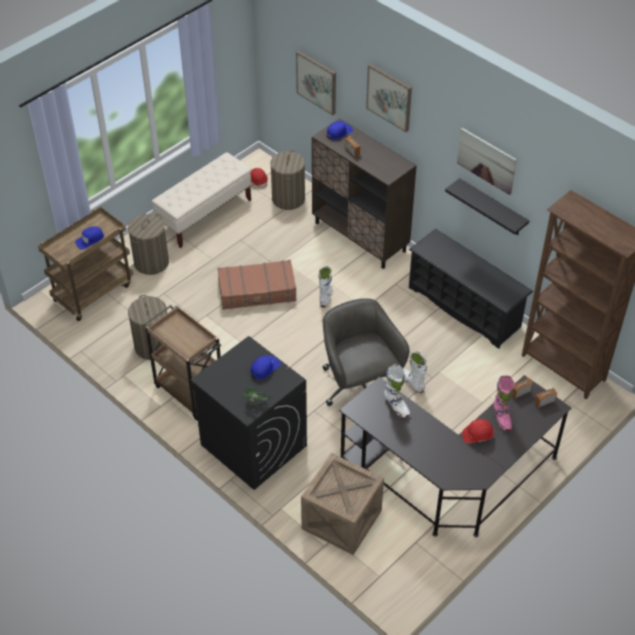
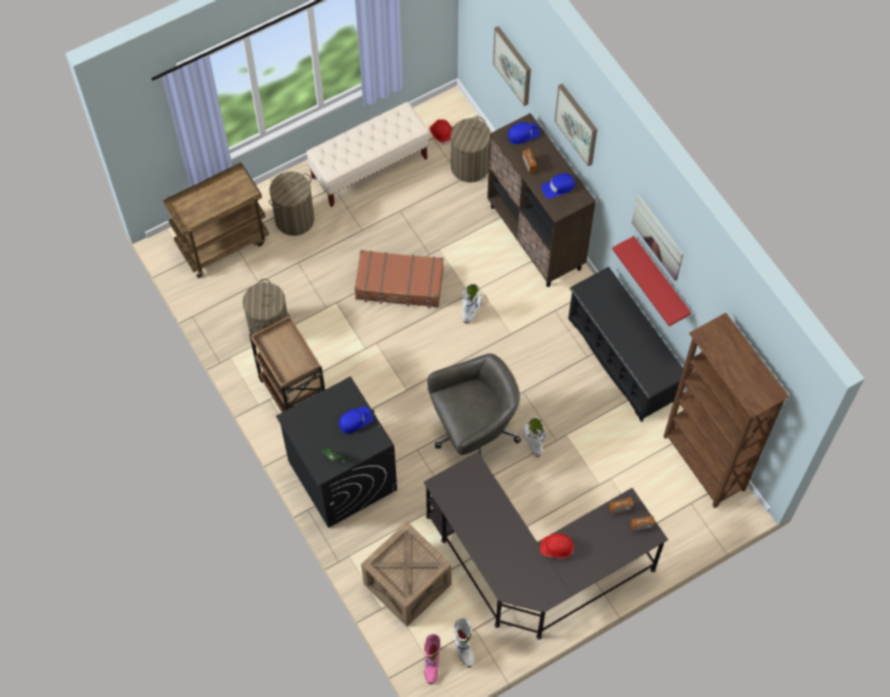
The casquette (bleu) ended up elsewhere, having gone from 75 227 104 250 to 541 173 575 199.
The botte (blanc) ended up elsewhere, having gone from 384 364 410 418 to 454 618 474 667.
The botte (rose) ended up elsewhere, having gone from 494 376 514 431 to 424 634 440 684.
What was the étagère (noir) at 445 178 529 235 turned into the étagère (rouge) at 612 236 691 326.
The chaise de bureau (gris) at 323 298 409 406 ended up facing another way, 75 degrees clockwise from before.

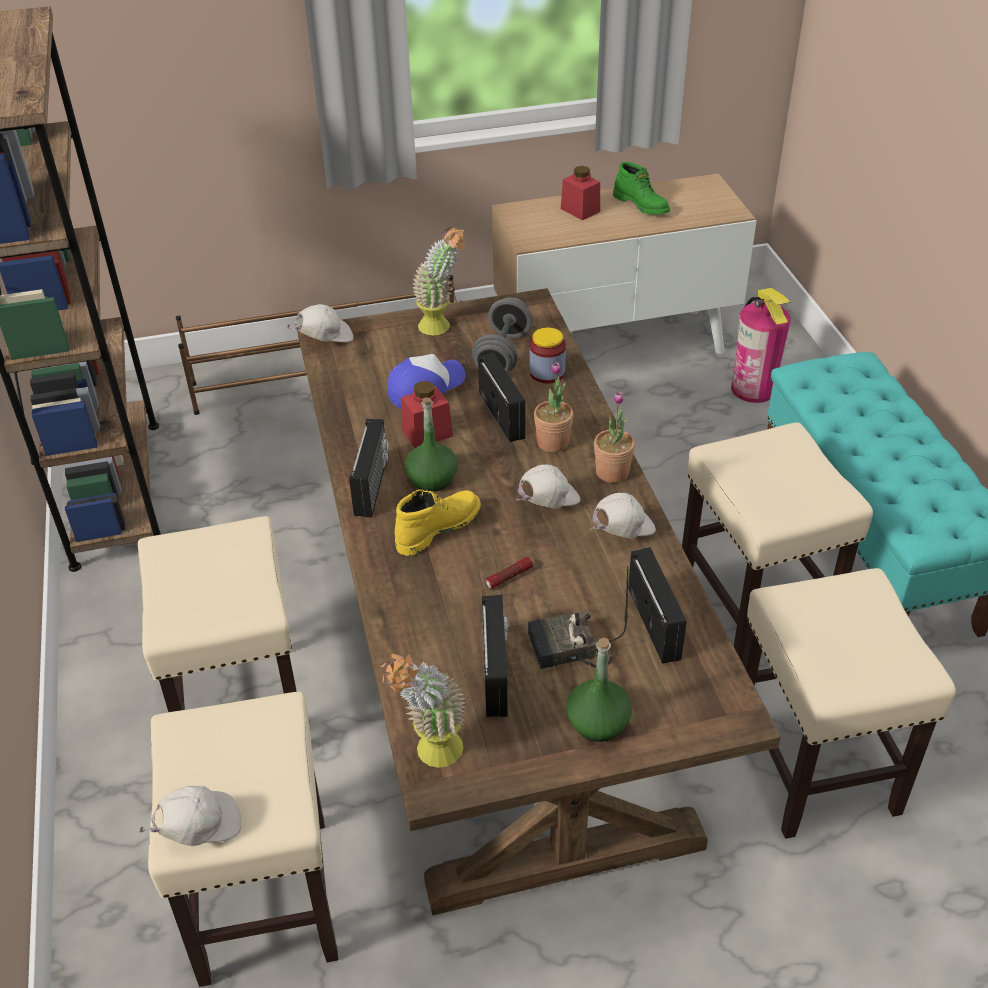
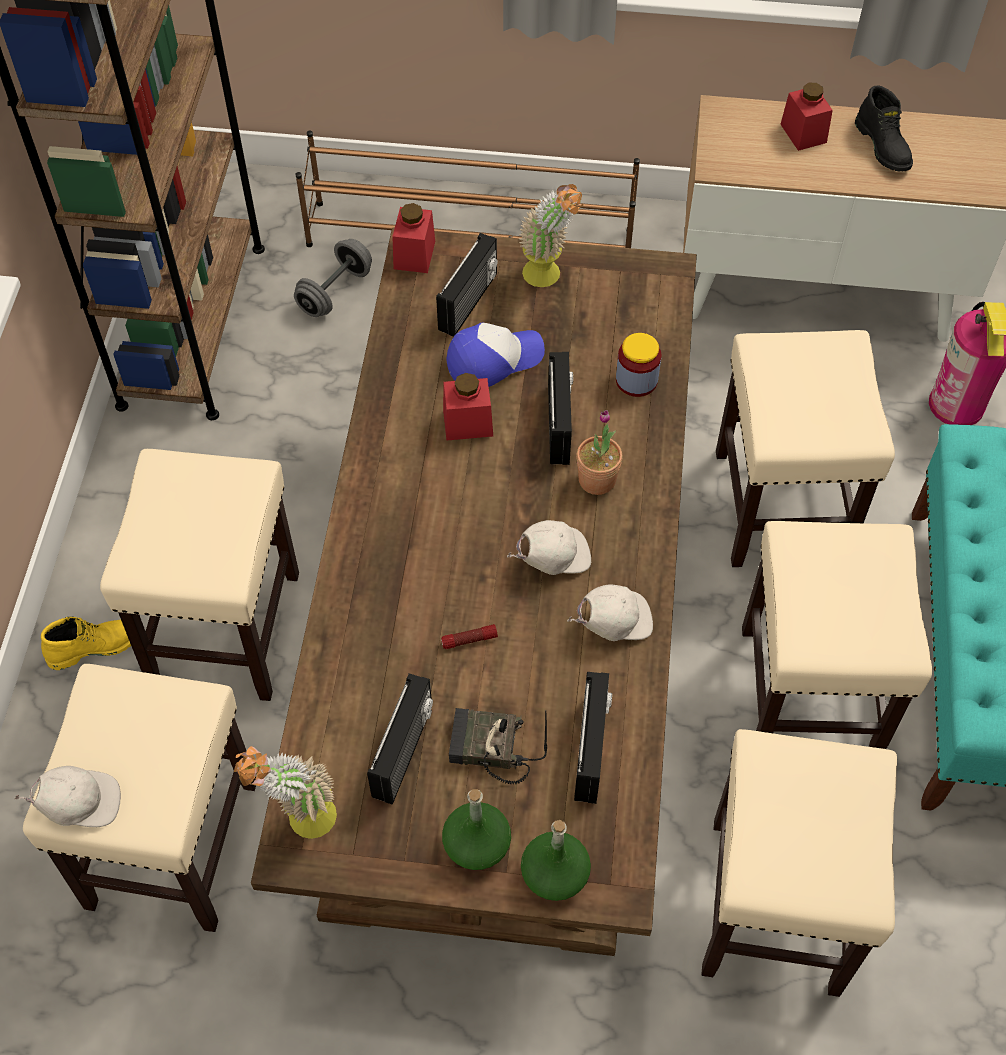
The second view lost the plante en pot at 594 392 635 483.
The second view gained the tabouret (beige) at 716 330 895 567.
The radio ended up elsewhere, having gone from 349 419 389 517 to 436 233 498 337.
The botte (jaune) ended up elsewhere, having gone from 395 489 481 556 to 41 617 131 670.
The bouteille (vert) ended up elsewhere, having gone from 405 397 458 492 to 521 820 591 901.
The haltère (gris) ended up elsewhere, having gone from 472 297 532 373 to 294 239 372 317.
Where the casquette (blanc) stood at 287 304 354 342, the bocal (rouge) came to stand at 392 203 435 273.
What was the botte (vert) at 613 162 670 215 turned into the botte (noir) at 855 85 913 172.

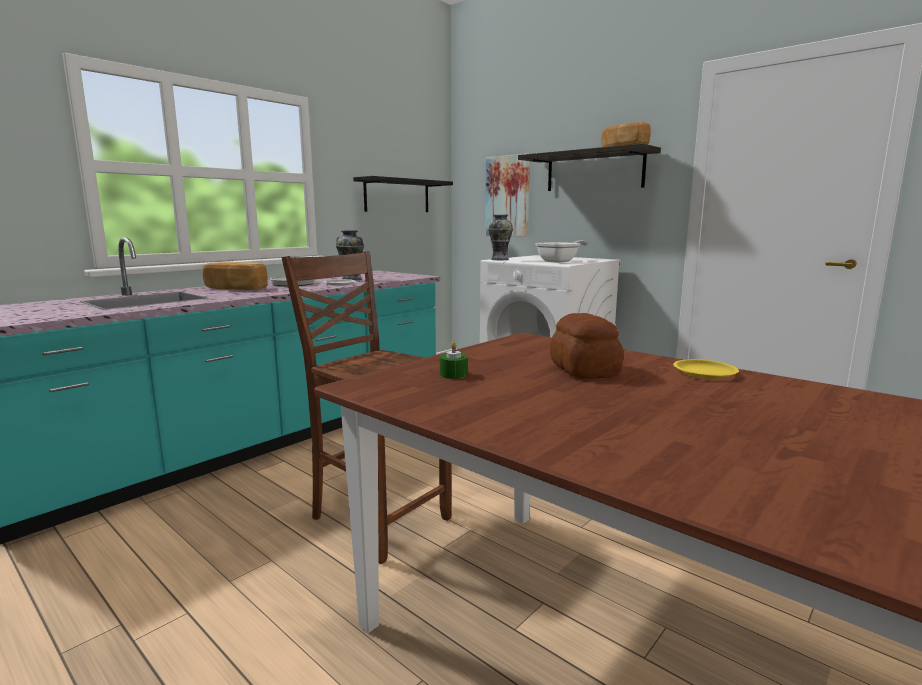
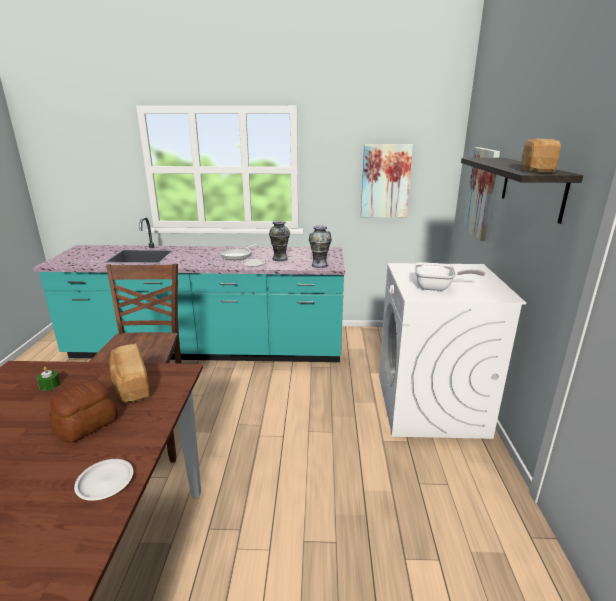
The pain ended up elsewhere, having gone from 203 262 268 290 to 110 343 150 403.
The vase ended up elsewhere, having gone from 488 214 513 260 to 309 226 332 268.
Where the étagère (noir) hung at 353 176 453 212, the tableau came to hang at 361 144 413 218.
What was the assiette (jaune) at 673 359 739 379 turned into the assiette (blanc) at 74 459 133 501.

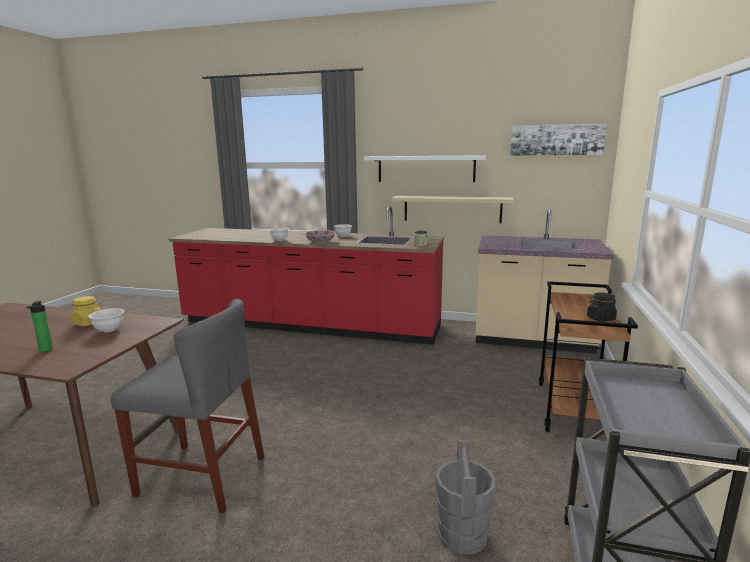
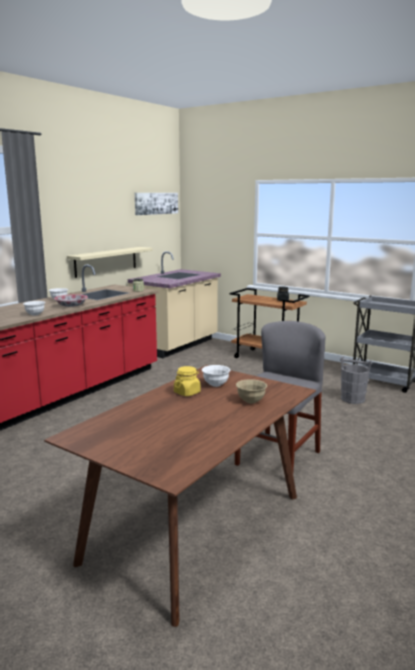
The second view lost the étagère (blanc) at 364 155 486 182.
Where the bouteille stood at 27 301 53 352, the bol (beige) came to stand at 236 379 267 403.

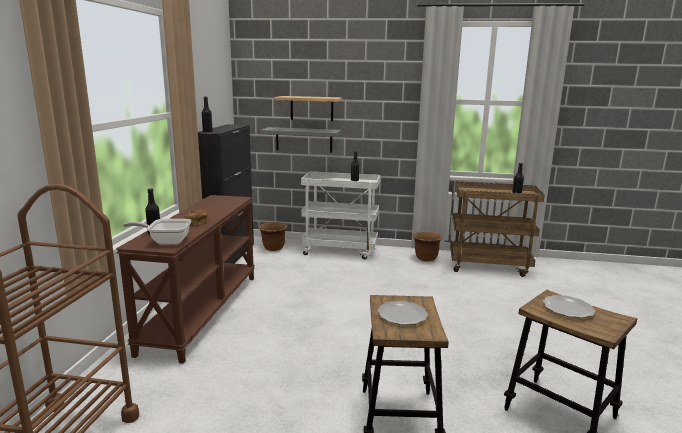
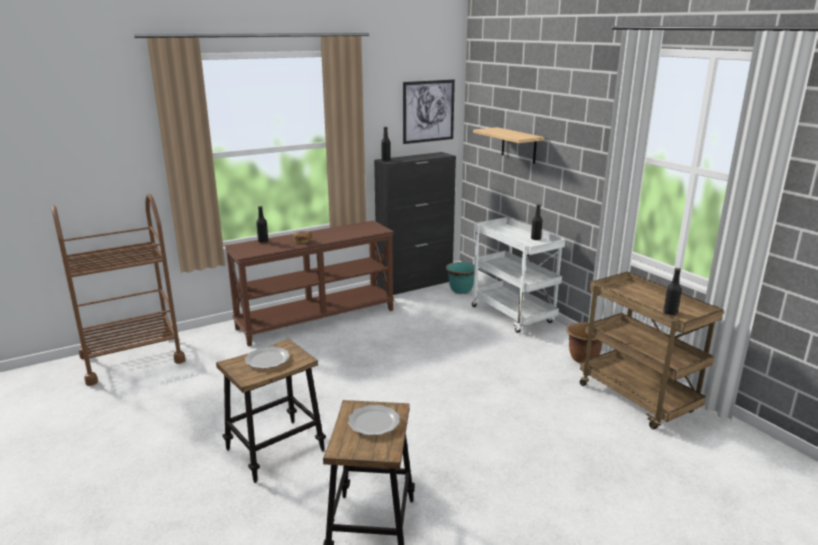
The second view lost the poêle at 123 219 191 245.
The second view lost the étagère (gris) at 260 127 341 153.
The second view gained the tableau at 403 79 455 144.
What was the cache-pot (marron) at 259 222 288 251 turned into the cache-pot (turquoise) at 446 262 475 294.

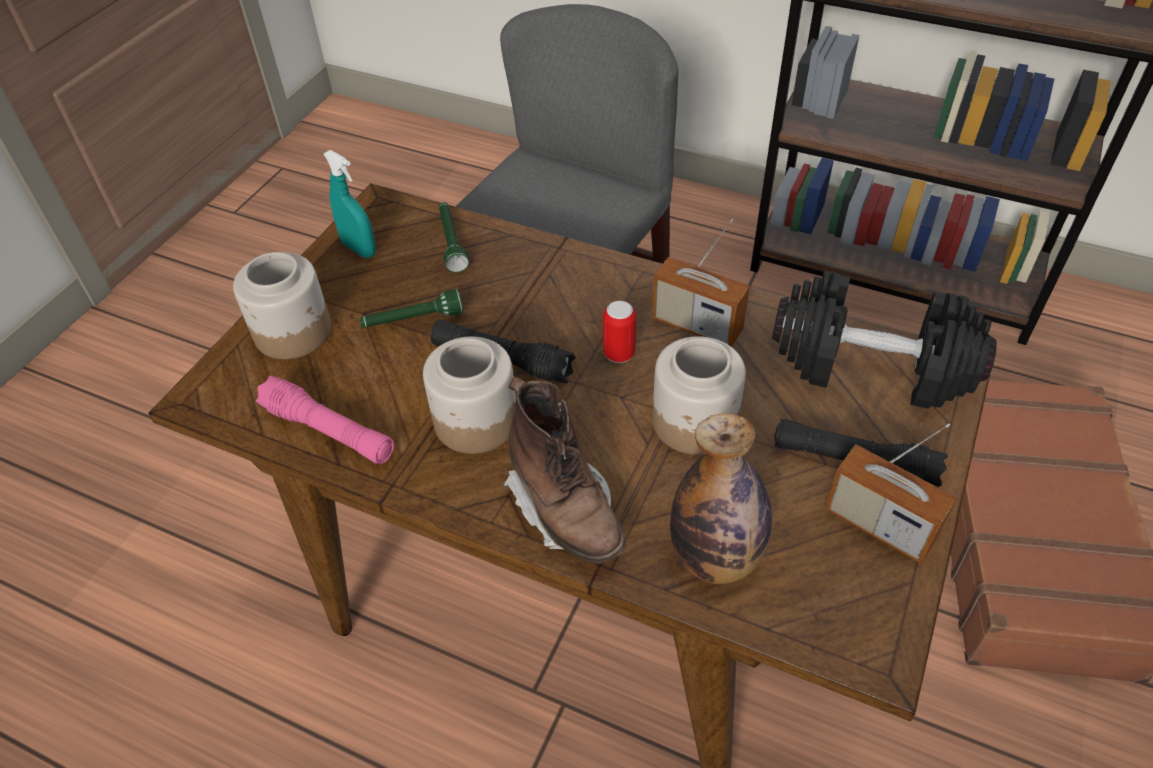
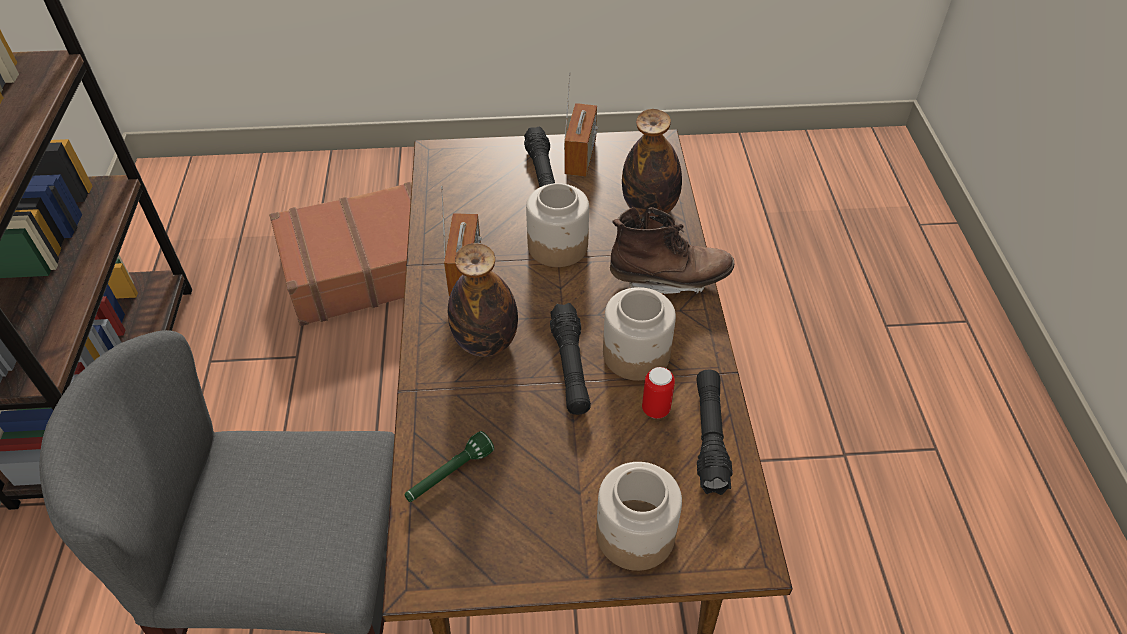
The second view lost the vaporisateur (turquoise) at 323 150 376 258.
The second view lost the lampe de poche (vert) at 360 289 463 328.
The second view lost the haltère (noir) at 772 271 997 409.
The second view gained the bouteille at 448 243 518 357.
The boîte métallique ended up elsewhere, having gone from 603 301 636 363 to 642 367 675 419.
What was the lampe de poche (rose) at 256 376 394 464 turned into the lampe de poche (noir) at 696 370 733 495.
The botte (marron) at 503 377 626 563 ended up facing another way, 60 degrees clockwise from before.

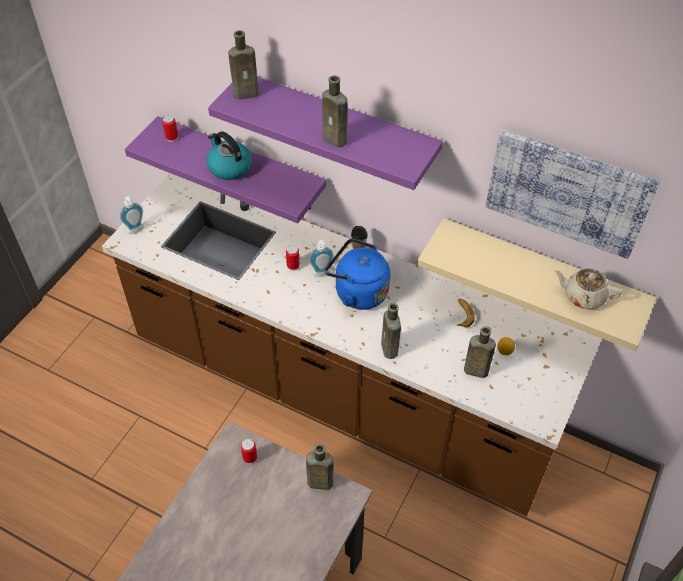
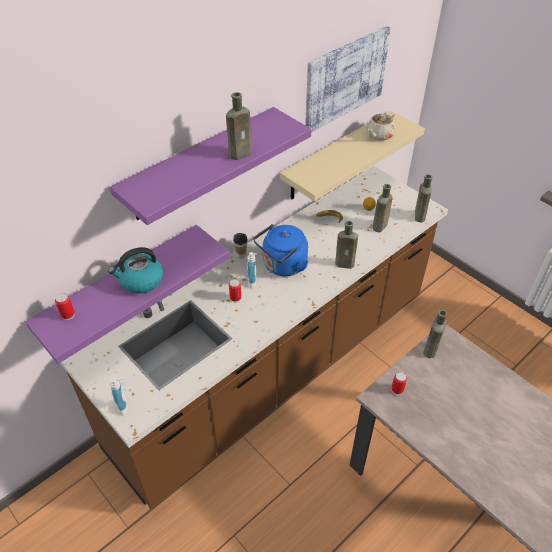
The bouteille (marron) ended up elsewhere, having gone from 228 30 259 99 to 415 174 433 222.

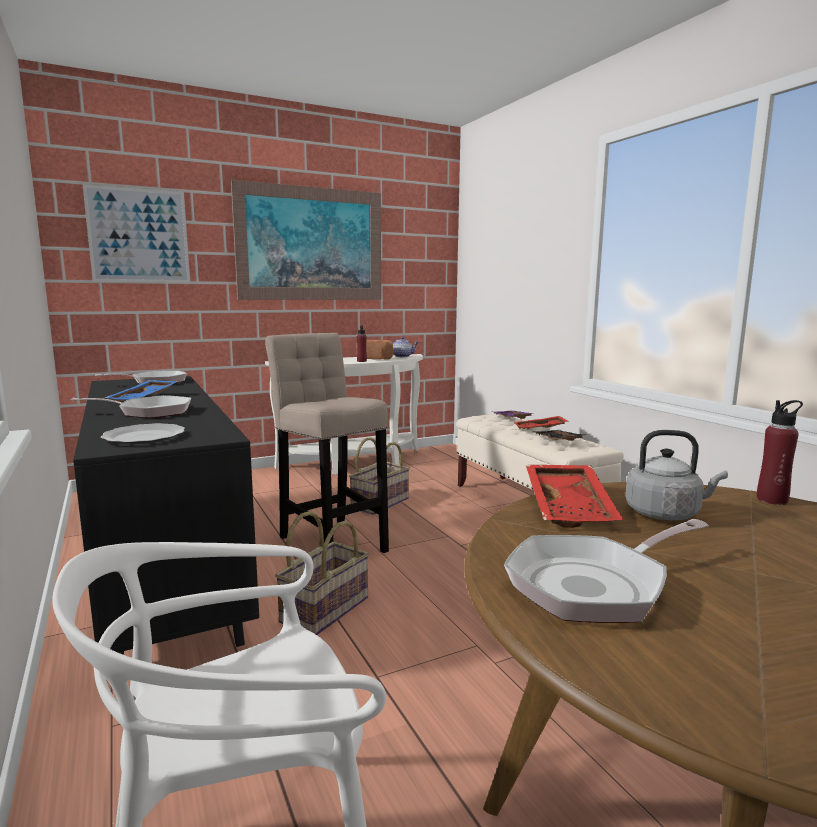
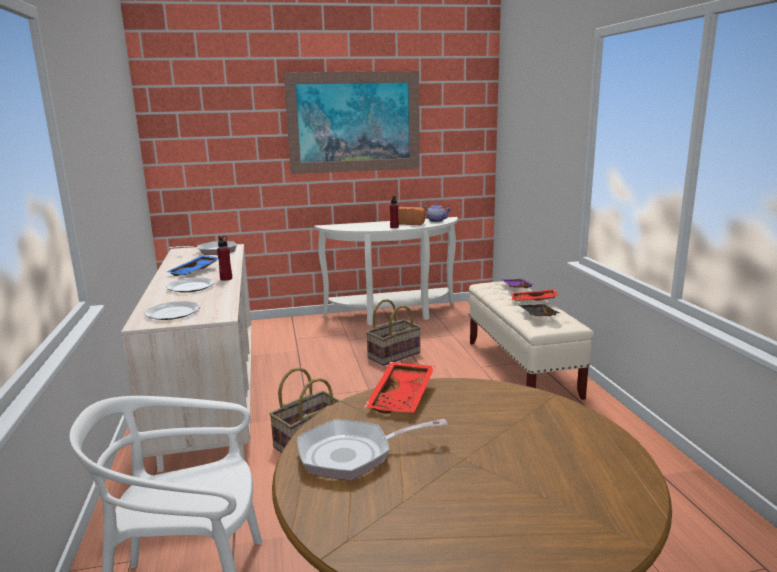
The second view lost the tableau at 83 184 190 283.
The second view lost the tabouret (beige) at 265 333 389 553.
The second view lost the bouilloire (gris) at 625 430 728 520.
The bouteille (rouge) ended up elsewhere, having gone from 757 400 803 505 to 217 236 232 281.
Where the poêle stood at 71 395 191 418, the assiette came to stand at 166 278 215 292.
What was the commode (noir) at 73 376 259 655 turned into the commode (beige) at 121 244 252 472.

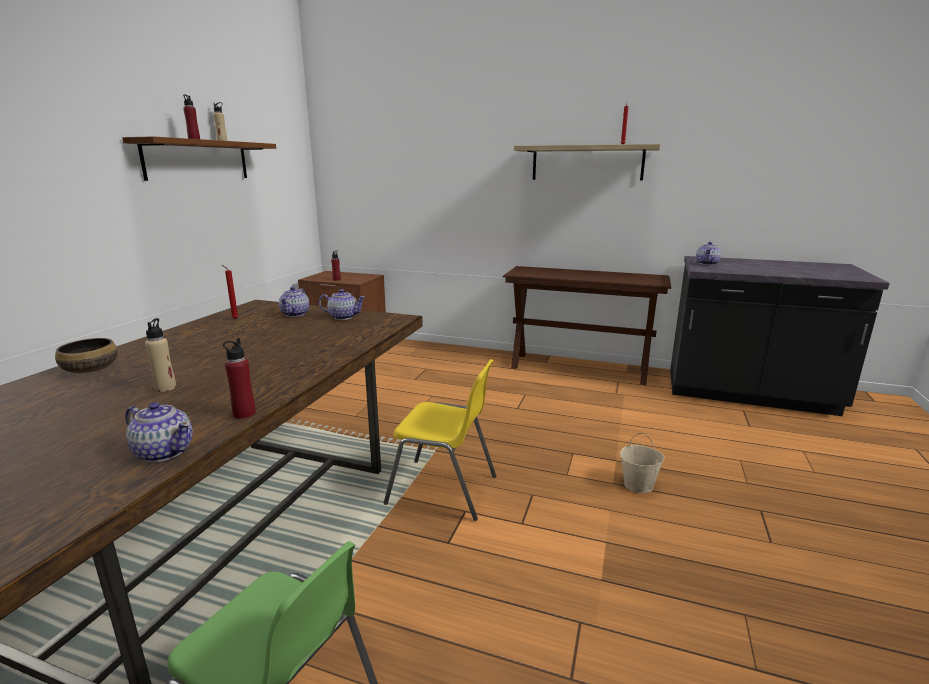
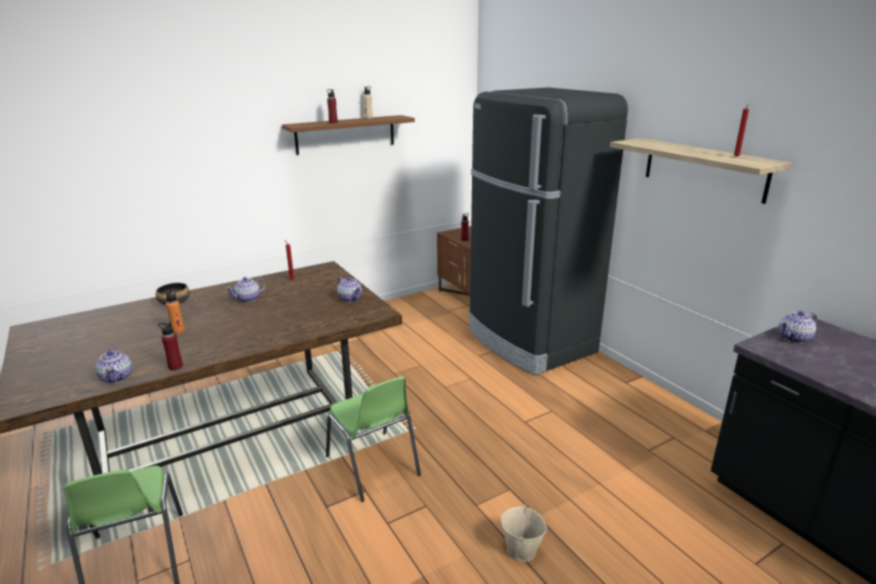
The second view lost the table console (marron) at 503 266 671 385.
The second view gained the réfrigérateur (noir) at 469 87 628 375.
The théière ended up elsewhere, having gone from 279 287 309 317 to 226 277 266 303.
What was the bouteille (beige) at 145 318 176 392 turned into the bouteille (orange) at 166 289 185 334.
What was the chaise (jaune) at 384 359 496 521 turned into the chaise (vert) at 326 376 421 502.

